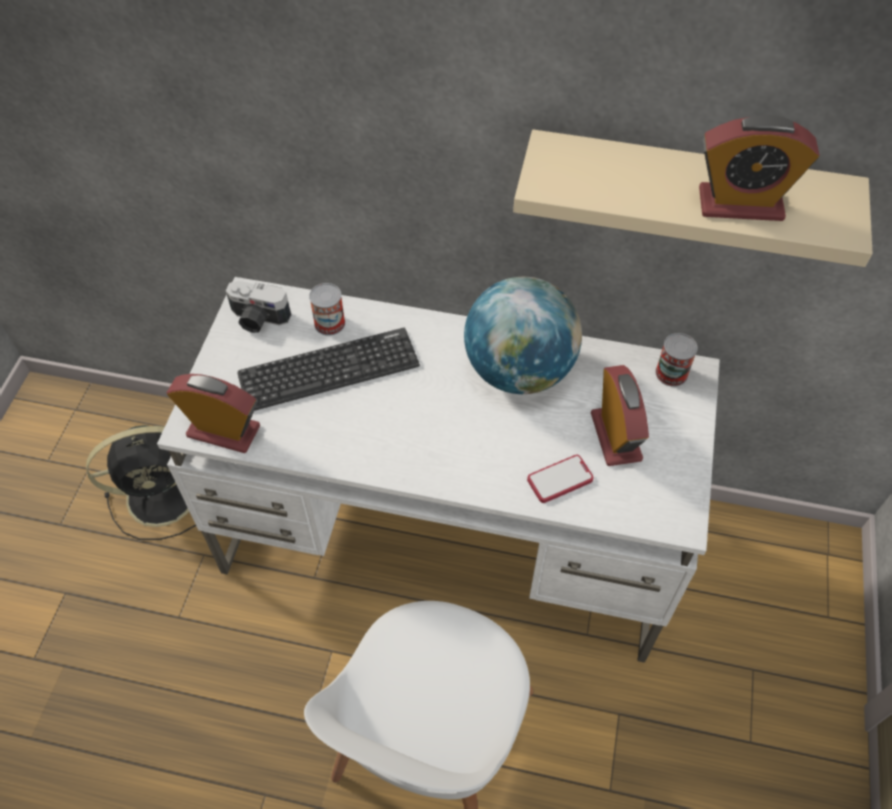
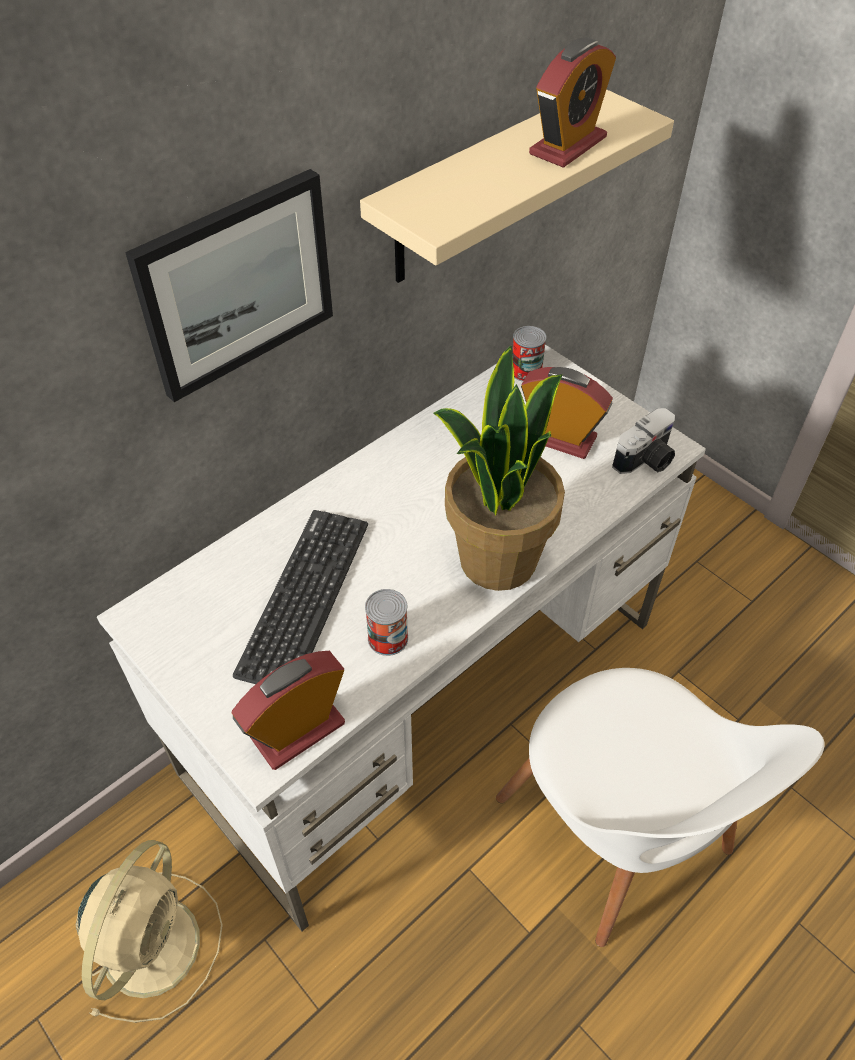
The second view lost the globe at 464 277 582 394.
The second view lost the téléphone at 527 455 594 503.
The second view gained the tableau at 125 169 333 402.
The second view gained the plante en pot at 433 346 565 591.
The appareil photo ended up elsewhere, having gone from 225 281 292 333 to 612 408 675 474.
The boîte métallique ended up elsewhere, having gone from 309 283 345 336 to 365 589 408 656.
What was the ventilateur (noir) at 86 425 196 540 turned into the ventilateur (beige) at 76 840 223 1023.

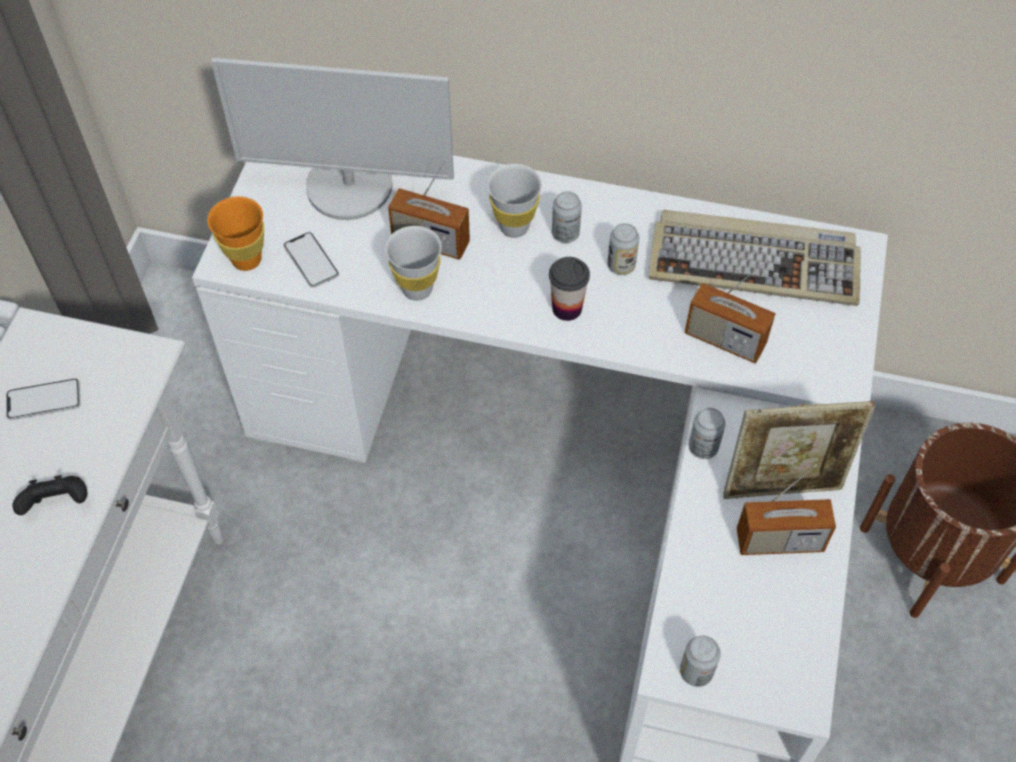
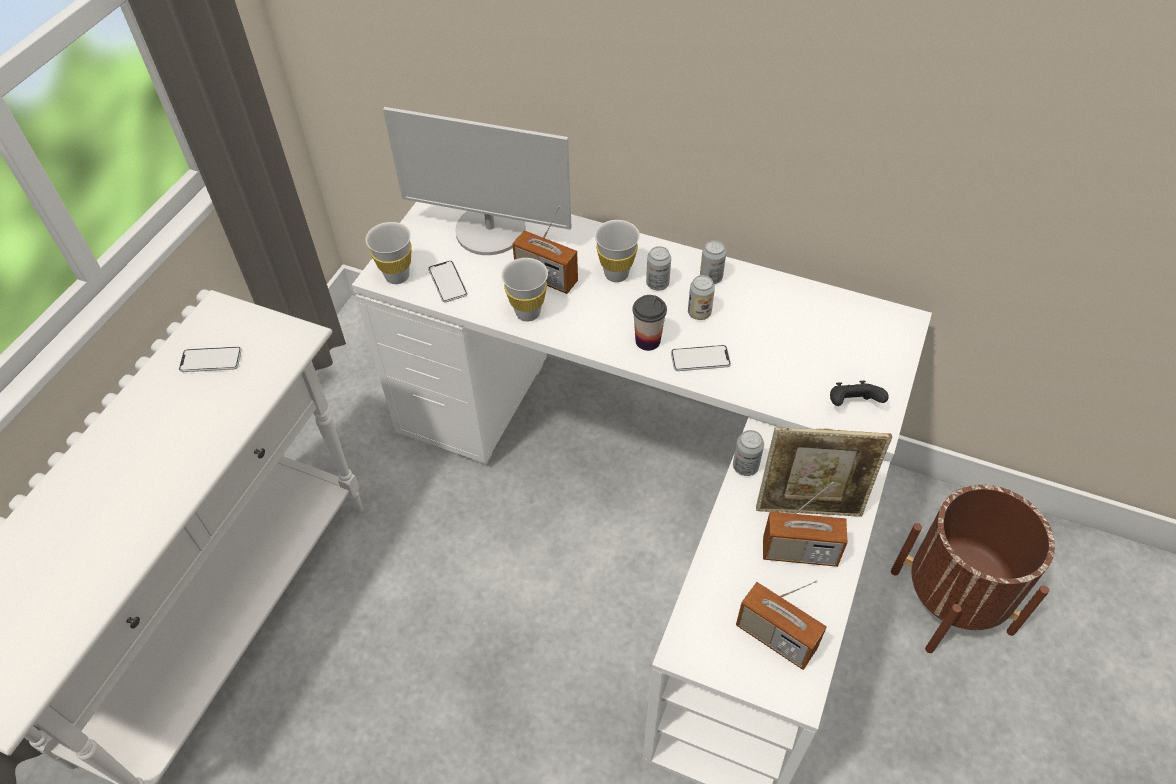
The second view lost the clavier at 649 210 861 306.
The second view gained the téléphone at 671 345 731 371.
The manette (noir) ended up elsewhere, having gone from 12 475 87 515 to 830 381 889 406.
The boîte métallique ended up elsewhere, having gone from 680 636 721 687 to 700 240 726 284.
The radio ended up elsewhere, having gone from 685 262 776 364 to 736 580 827 670.
What was the tasse (orange) at 207 196 264 271 turned into the tasse (blanc) at 365 222 412 284.

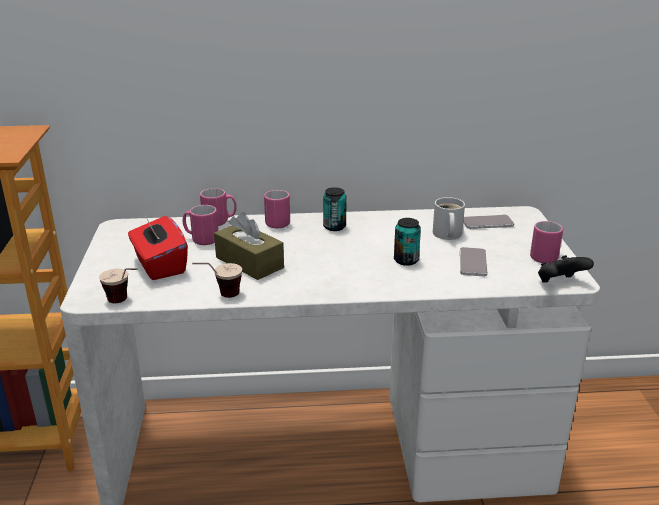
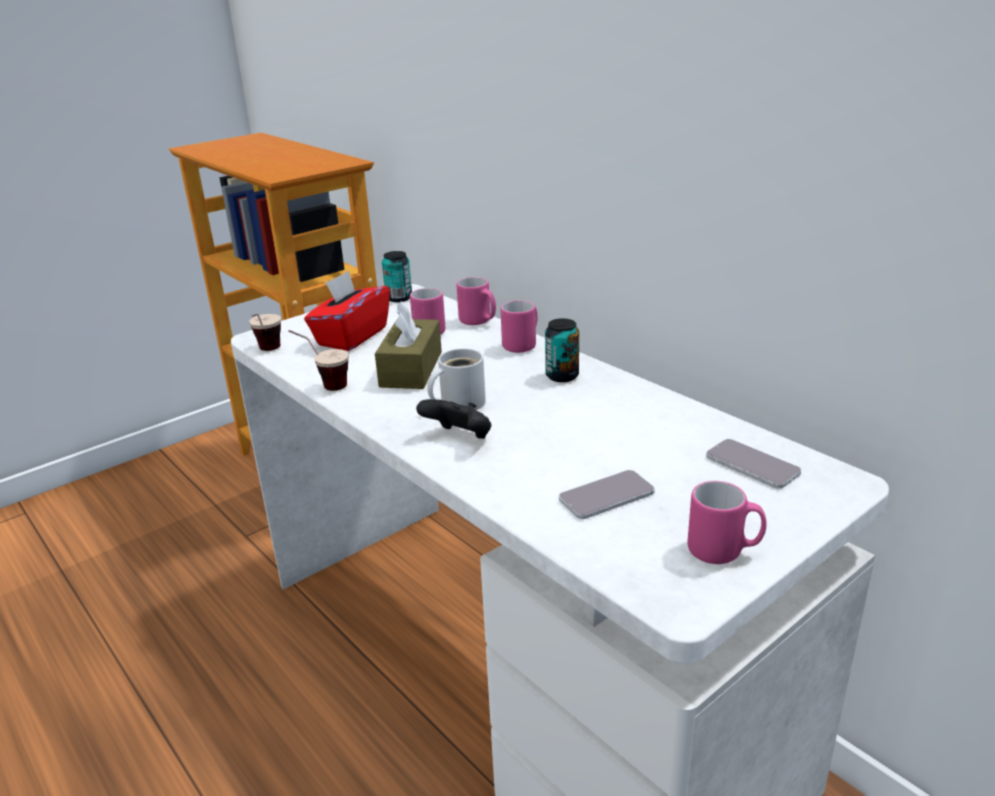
The boîte métallique ended up elsewhere, having gone from 394 218 421 266 to 382 251 412 302.
The mug (blanc) ended up elsewhere, having gone from 433 197 465 240 to 427 348 486 410.
The manette (noir) ended up elsewhere, having gone from 538 255 594 282 to 416 399 491 439.

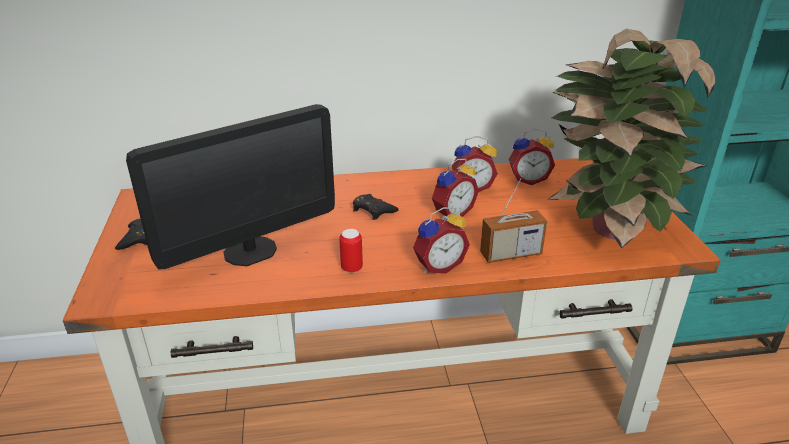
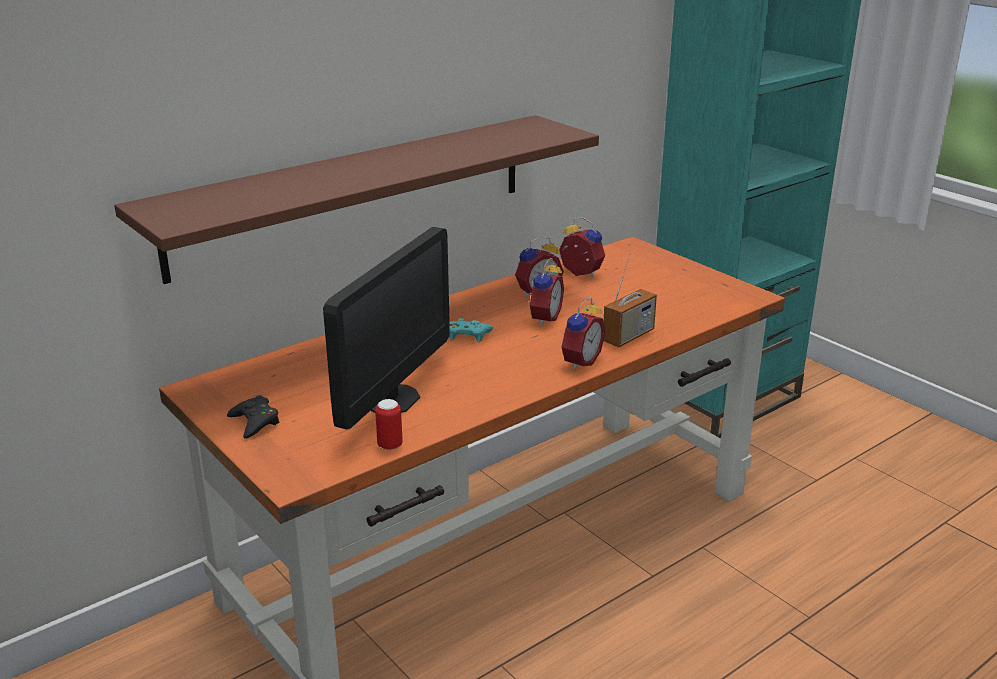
The second view lost the plante en pot at 548 29 716 248.
The second view gained the étagère (marron) at 114 115 599 284.
The boîte métallique ended up elsewhere, having gone from 339 229 363 273 to 375 399 403 450.
What was the manette (noir) at 353 194 399 220 turned into the manette (turquoise) at 449 318 493 342.
The réveil at 508 129 555 185 ended up facing another way, 105 degrees counterclockwise from before.

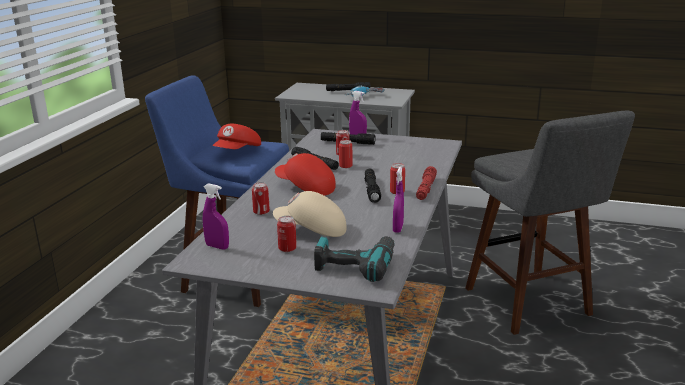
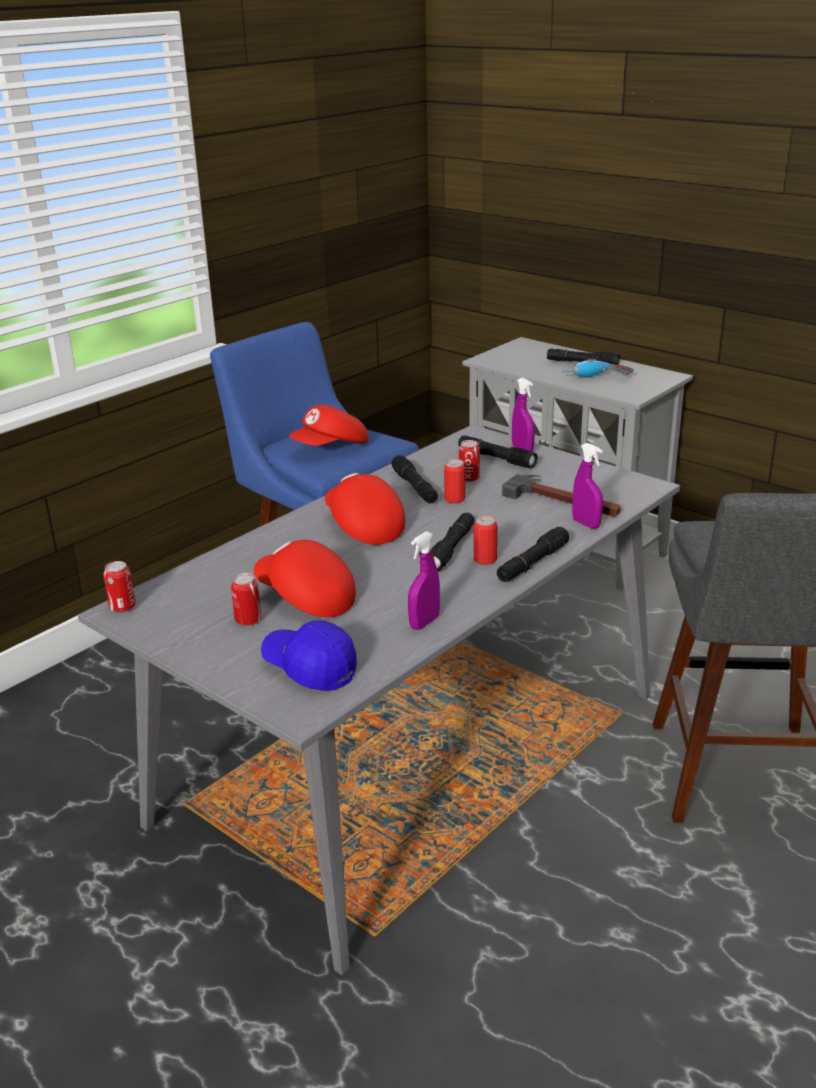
The second view gained the marteau at 502 474 621 517.
The vaporisateur (violet) ended up elsewhere, having gone from 203 183 229 249 to 572 443 603 529.
The boîte métallique ended up elsewhere, having gone from 252 182 270 215 to 103 561 136 613.
Where the perceuse stood at 314 236 395 282, the casquette (bleu) came to stand at 261 620 357 691.
What was the casquette (beige) at 273 191 346 237 turned into the casquette (rouge) at 254 540 356 617.
What was the lampe de poche (rouge) at 416 166 437 200 turned into the lampe de poche (noir) at 497 527 569 582.

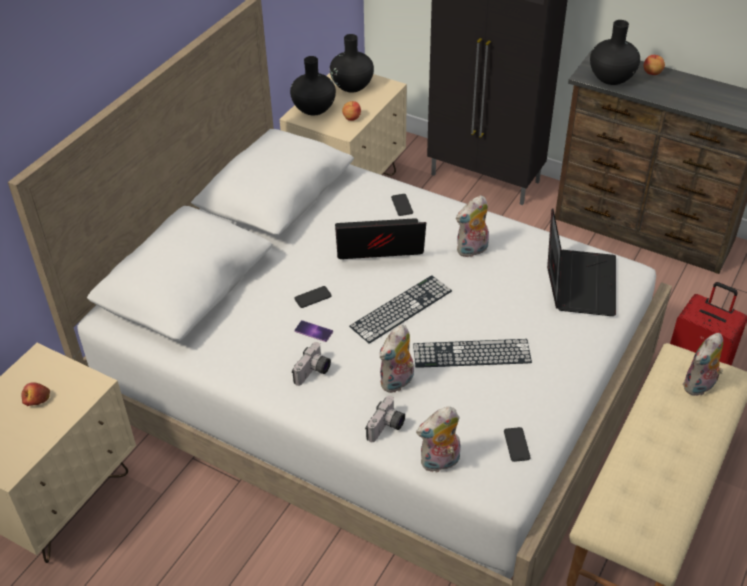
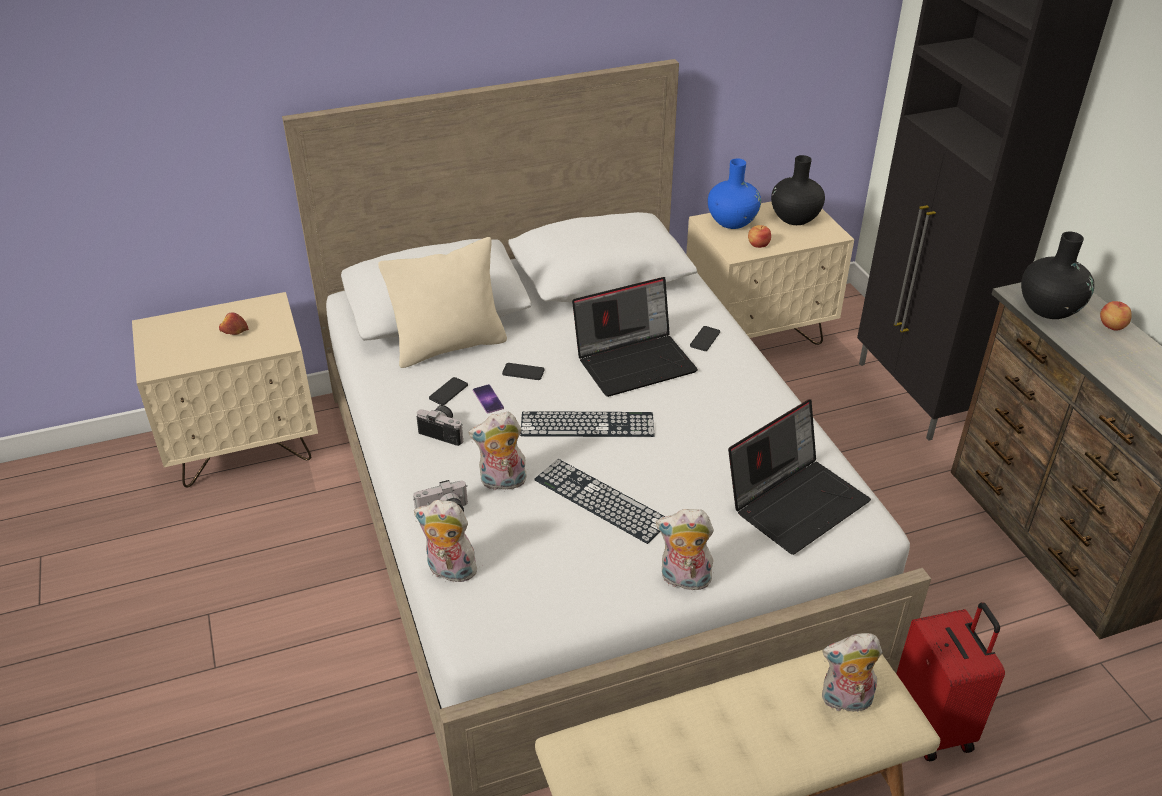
The second view gained the coussin (beige) at 378 237 507 368.
The peluche ended up elsewhere, having gone from 456 195 489 257 to 656 509 715 594.
The téléphone ended up elsewhere, having gone from 504 427 530 462 to 429 377 468 405.
What was the vase (noir) at 290 56 336 116 turned into the vase (bleu) at 708 158 761 229.
The appareil photo at 292 342 331 386 ended up facing another way, 135 degrees counterclockwise from before.
The ordinateur portable at 335 218 426 259 ended up facing another way, 120 degrees clockwise from before.

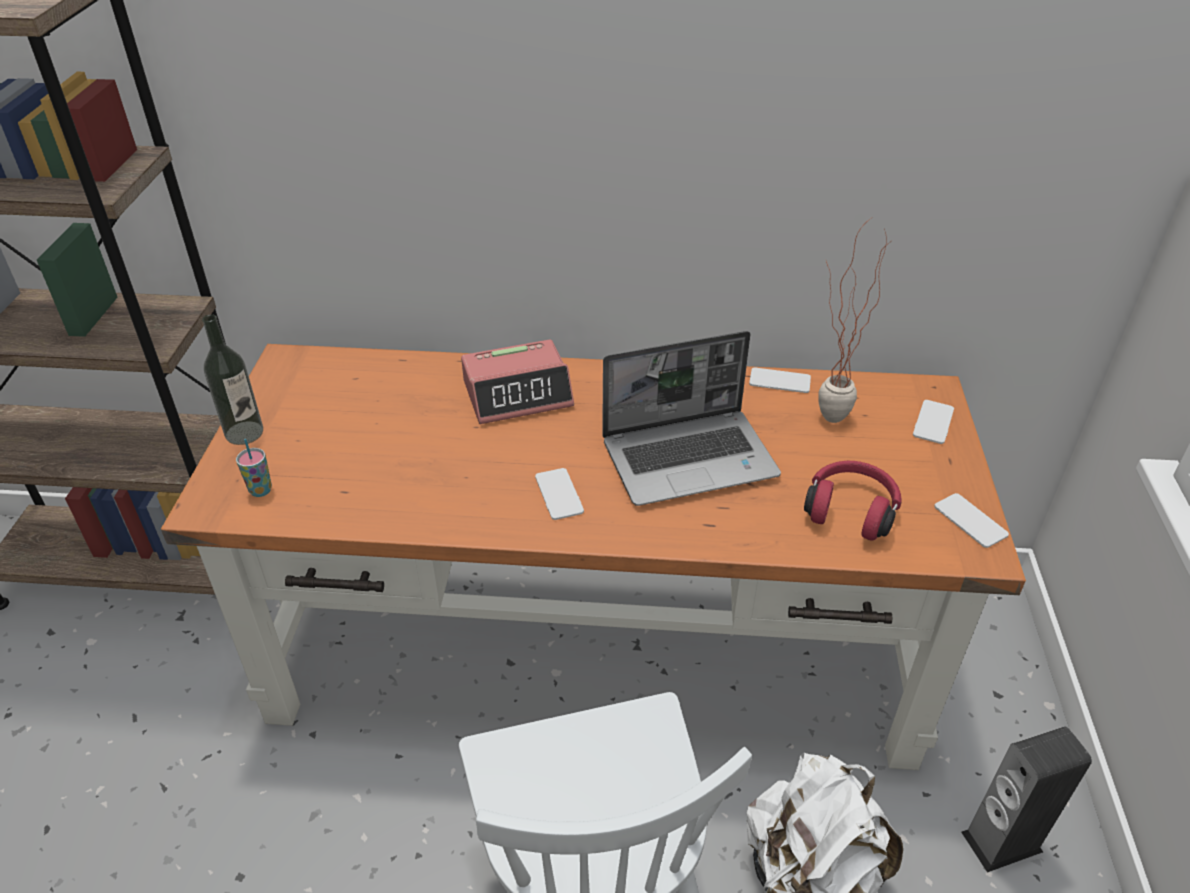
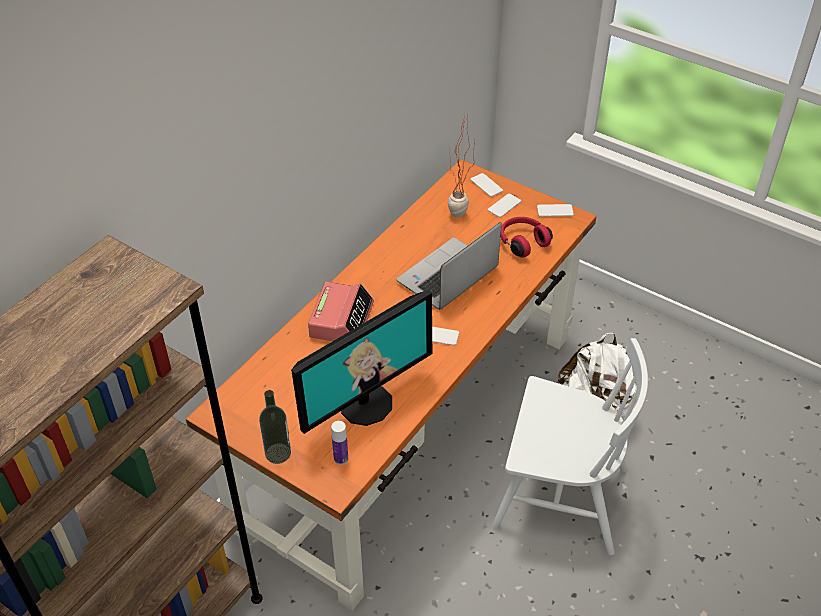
The second view lost the enceinte at 961 726 1092 873.
The second view gained the écran d'ordinateur at 291 290 432 434.
The téléphone ended up elsewhere, having gone from 749 367 811 393 to 488 194 521 217.
Where the tasse stood at 236 439 272 497, the bouteille came to stand at 331 421 348 465.
The ordinateur portable at 602 331 781 506 ended up facing another way, 150 degrees counterclockwise from before.

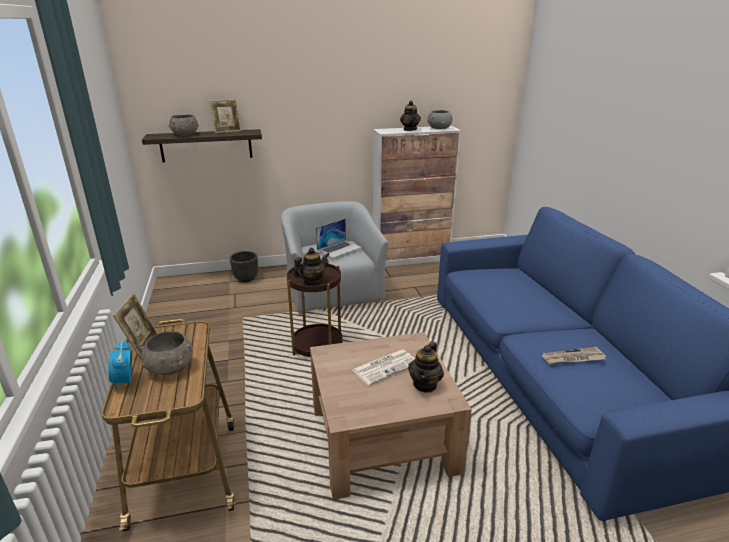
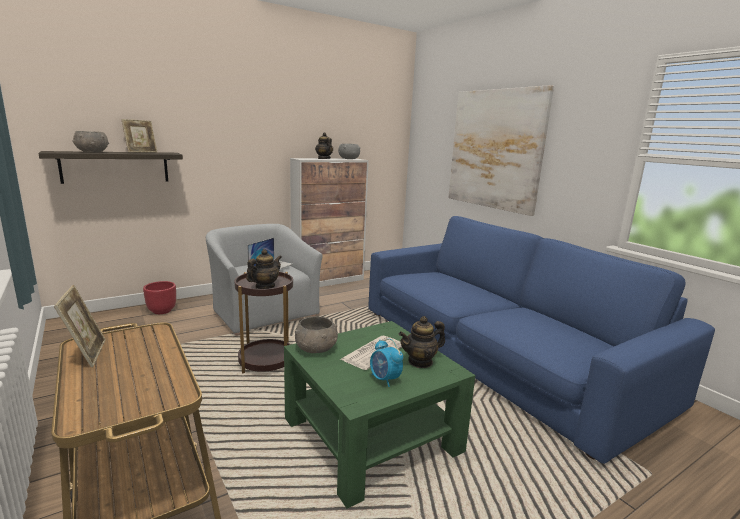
The second view lost the journal at 541 347 606 365.
The second view gained the tableau at 448 85 554 216.
The réveil ended up elsewhere, having gone from 109 340 132 391 to 370 339 403 387.
The bol (gris) ended up elsewhere, having gone from 141 331 193 375 to 295 316 338 353.
What was the cache-pot (noir) at 230 251 258 282 turned into the cache-pot (rouge) at 143 281 176 314.
What was the table basse (marron) at 310 332 472 500 turned into the table basse (vert) at 284 321 475 508.
The théière at 408 342 444 393 ended up facing another way, 60 degrees clockwise from before.

